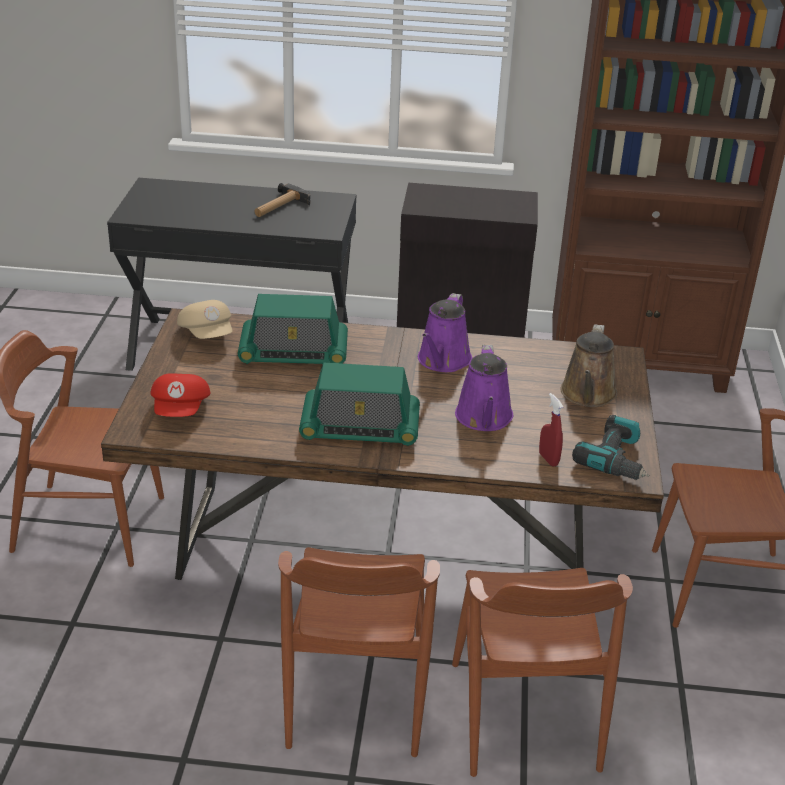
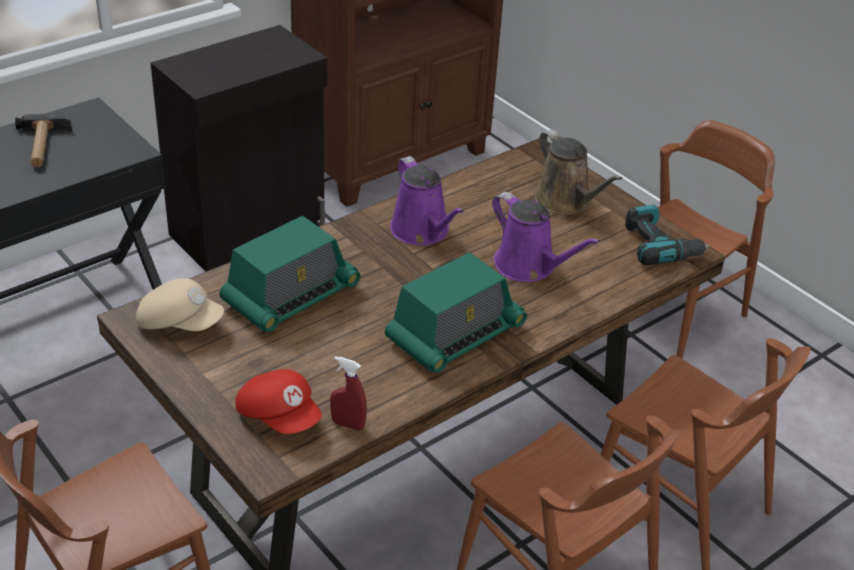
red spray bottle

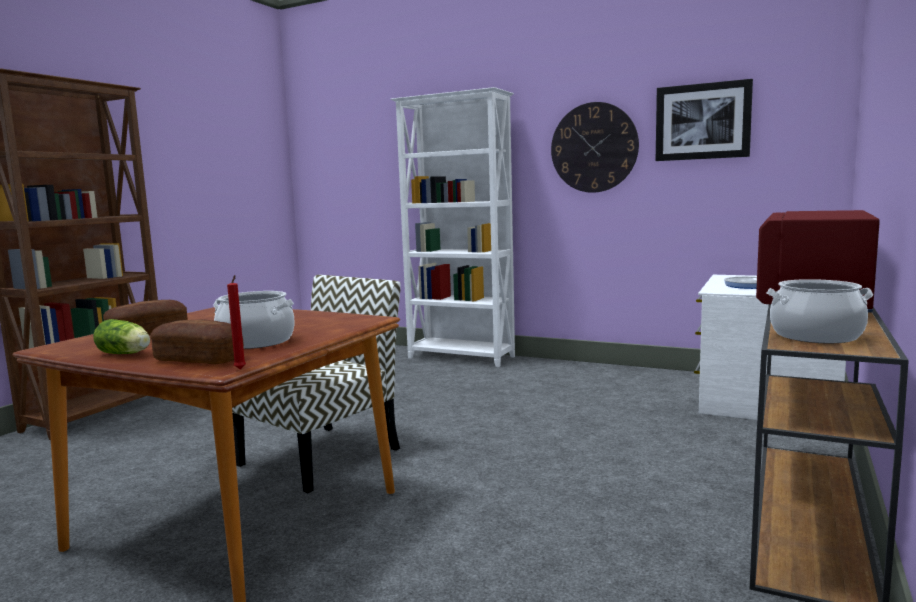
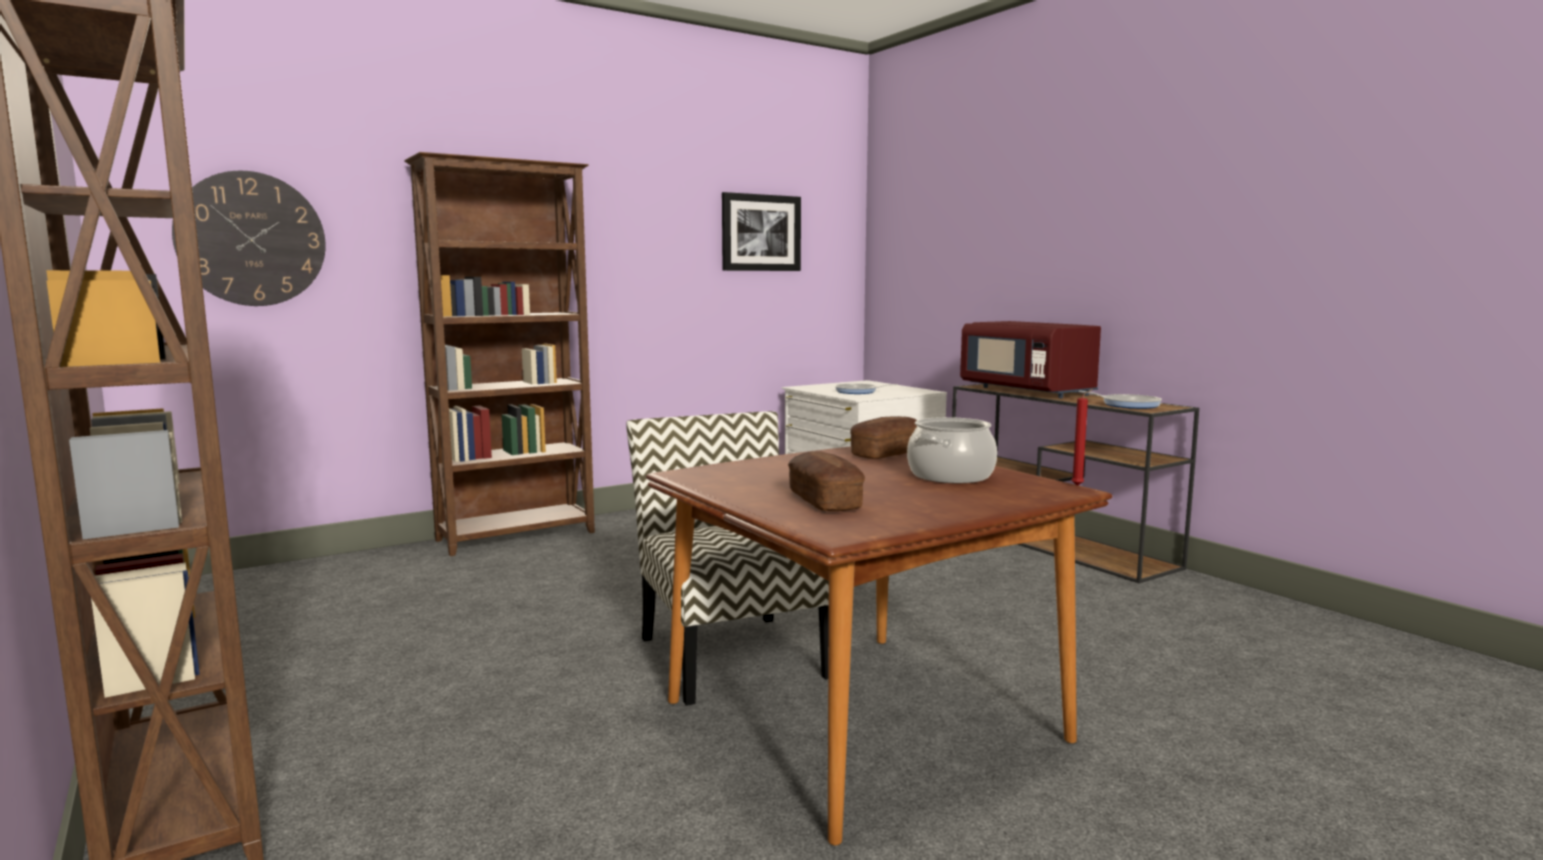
brown bookcase (2nd from left)
wall clock
frying pan (2nd from left)
lettuce
bread (2nd from left)

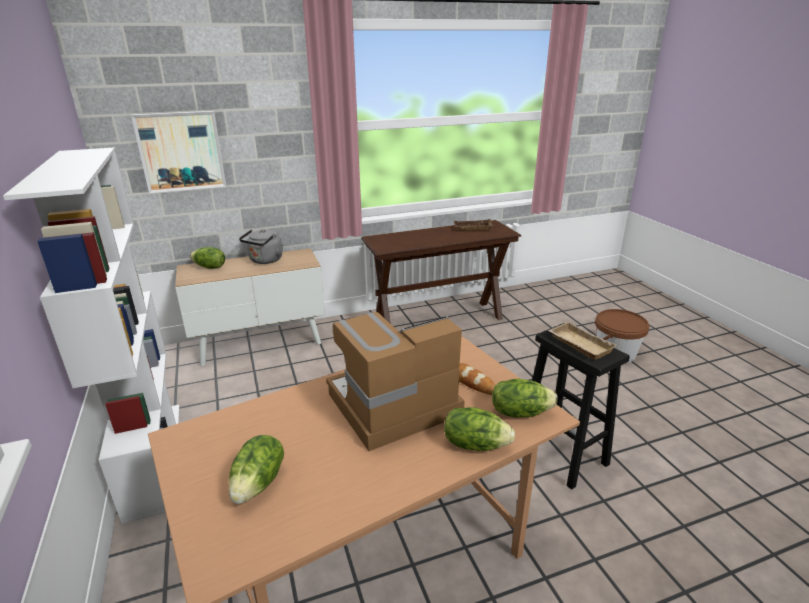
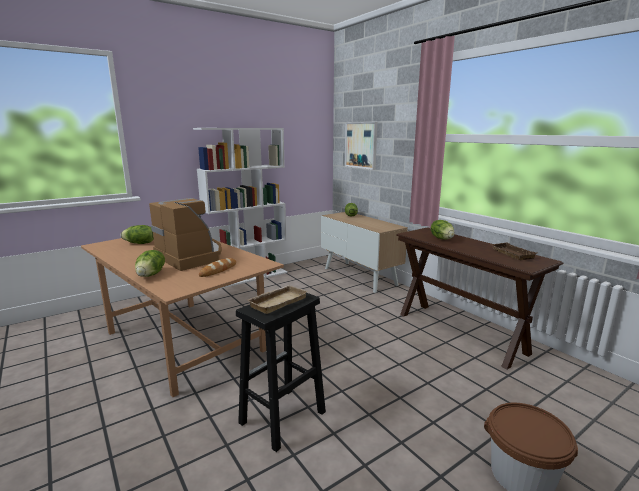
grey kettle
lettuce (4th from left)

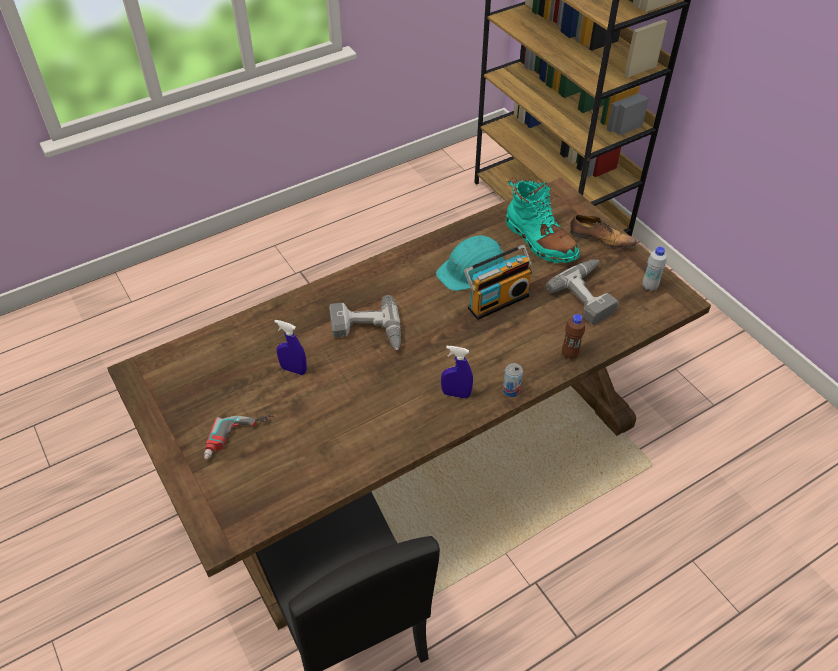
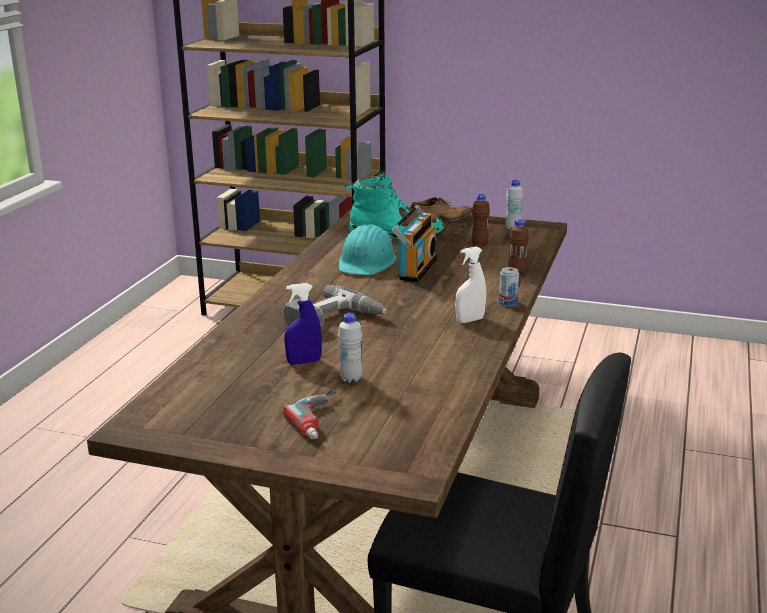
brown bottle (1st from left)
white spray bottle
white bottle (1st from left)

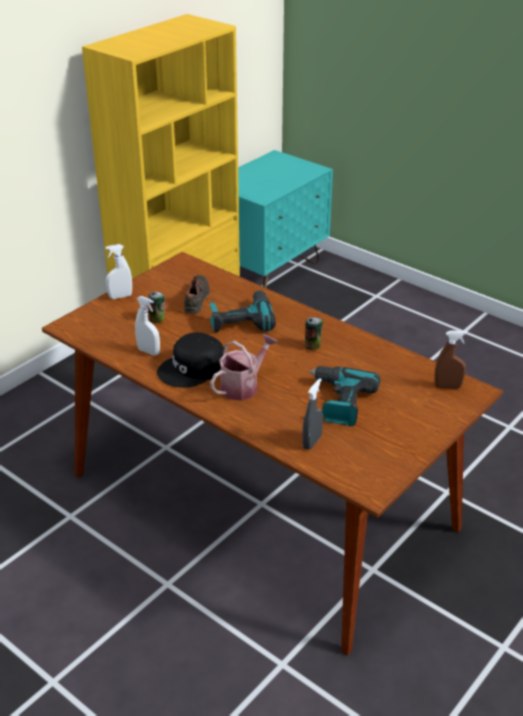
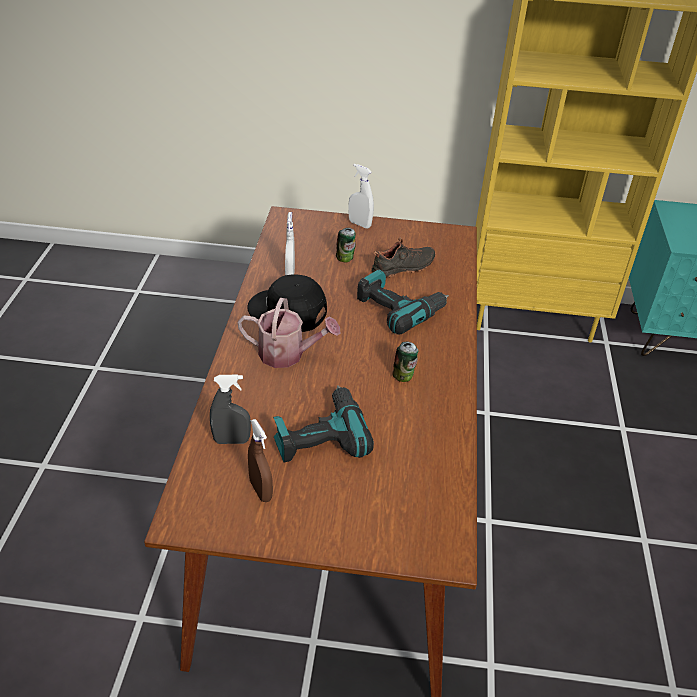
brown spray bottle

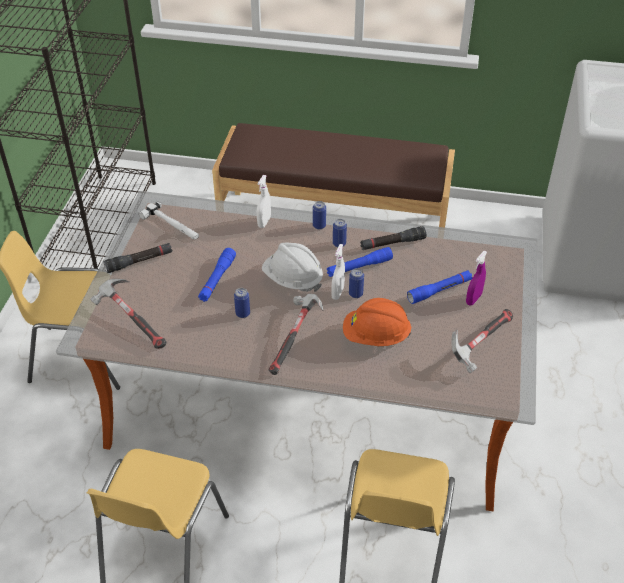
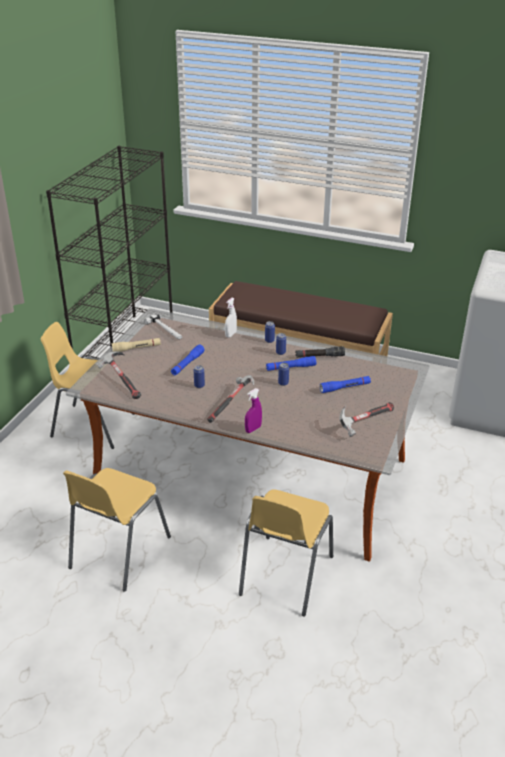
beige flashlight
white hard hat
white spray bottle (2nd from left in the first image)
purple spray bottle
orange hard hat

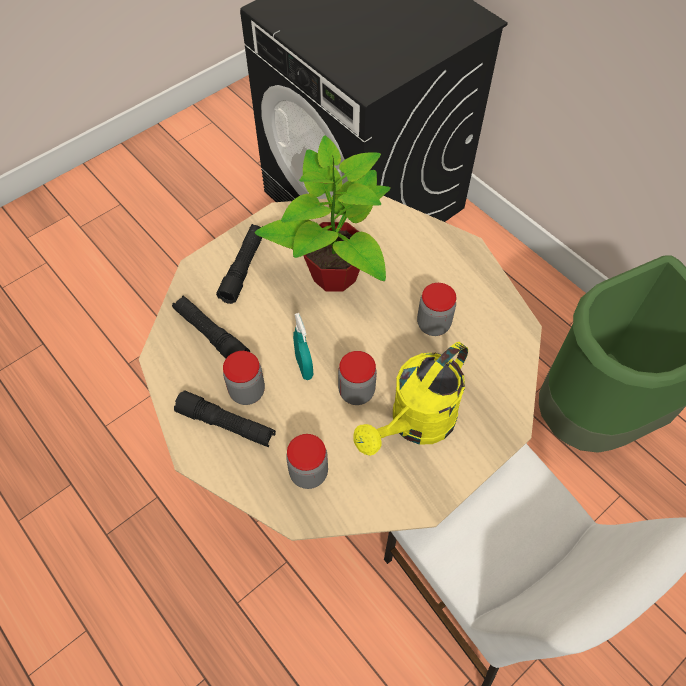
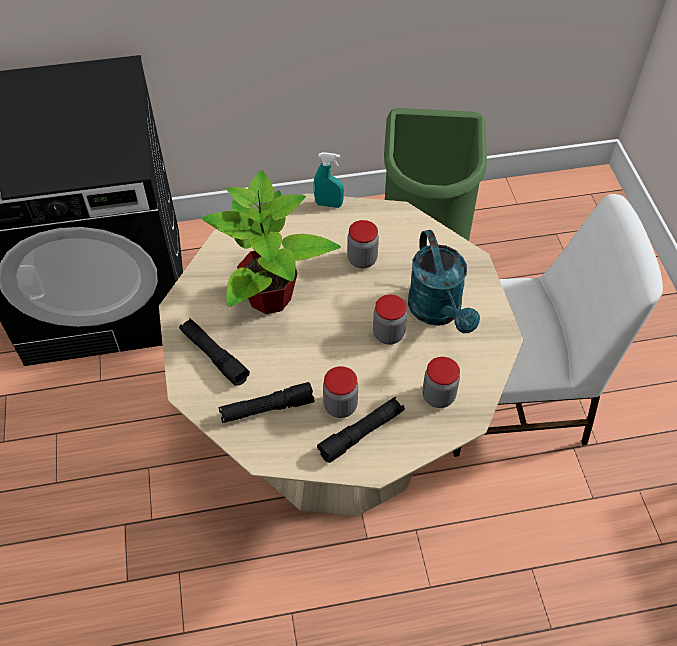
turquoise spray bottle
turquoise watering can

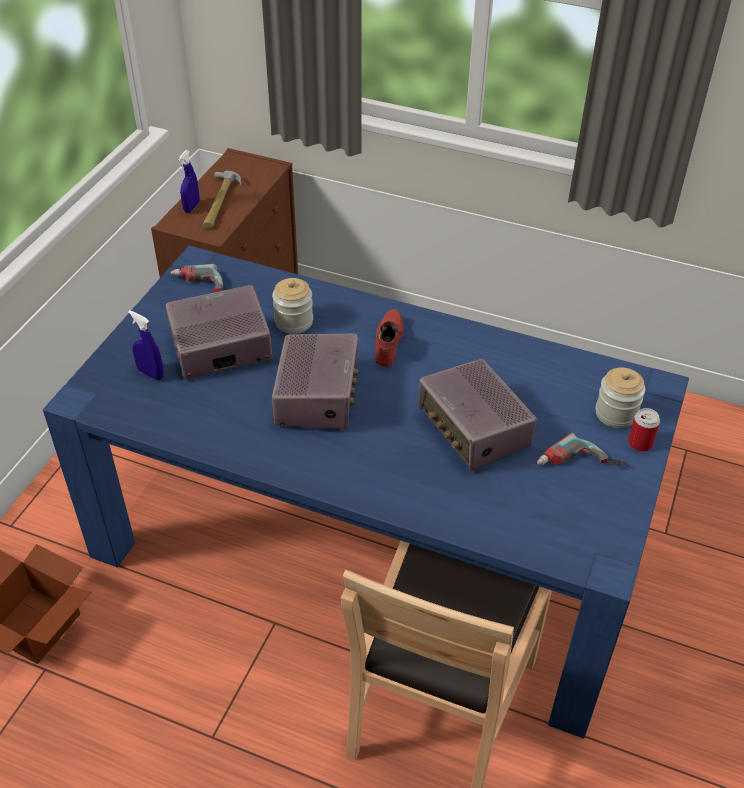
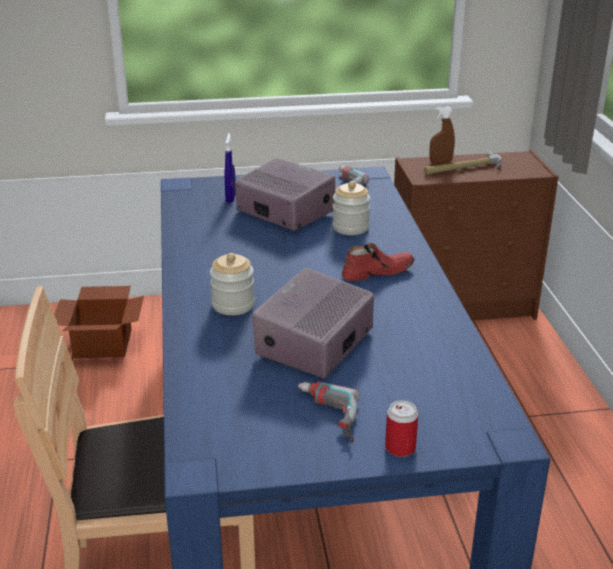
brown spray bottle
radio (2nd from left in the first image)
jar (1st from left)

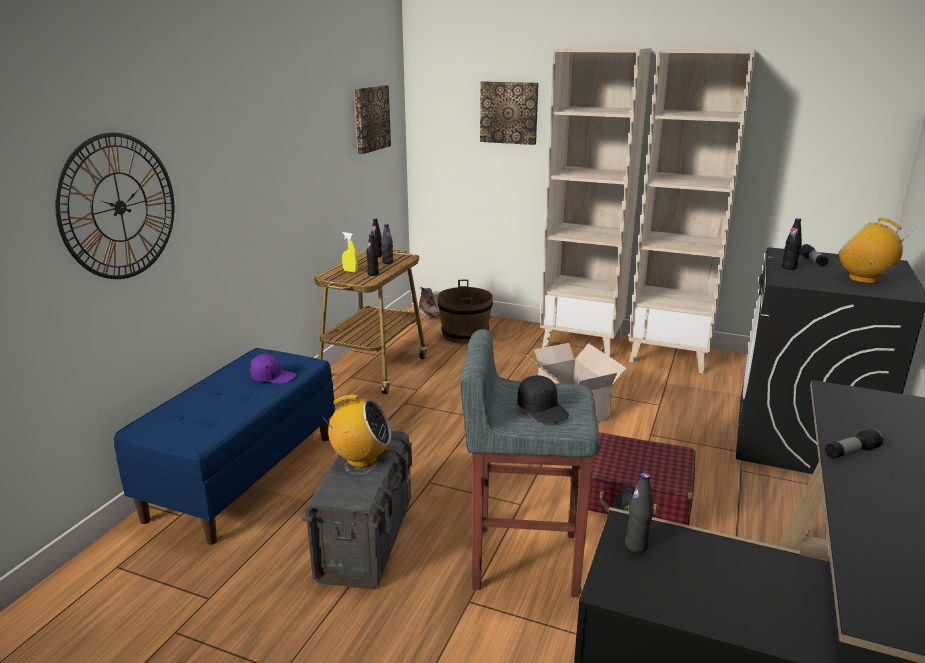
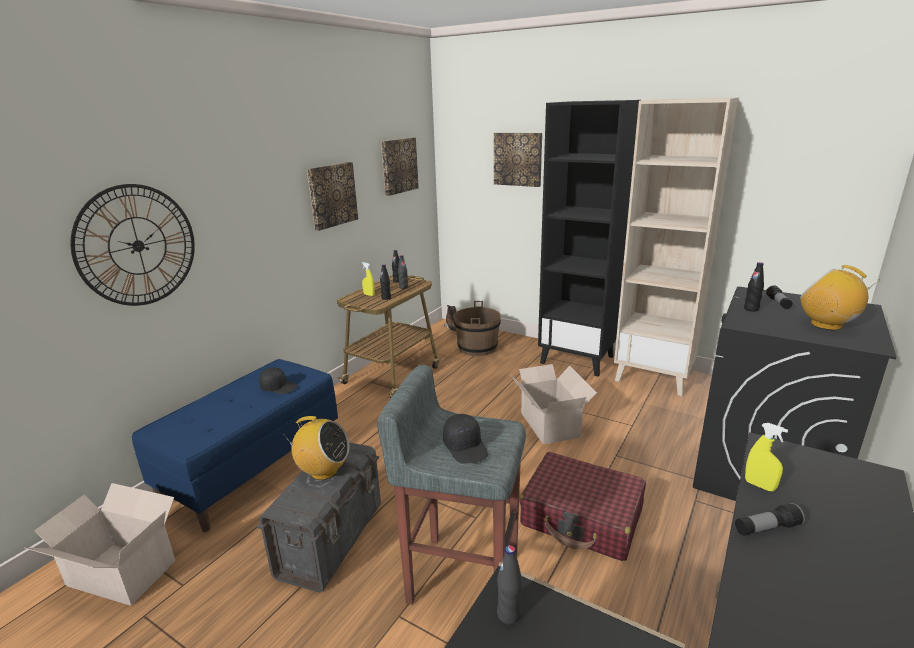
black bookcase
black cap (1st from left)
picture (1st from left)
yellow spray bottle (2nd from left)
cardboard box (1st from left)

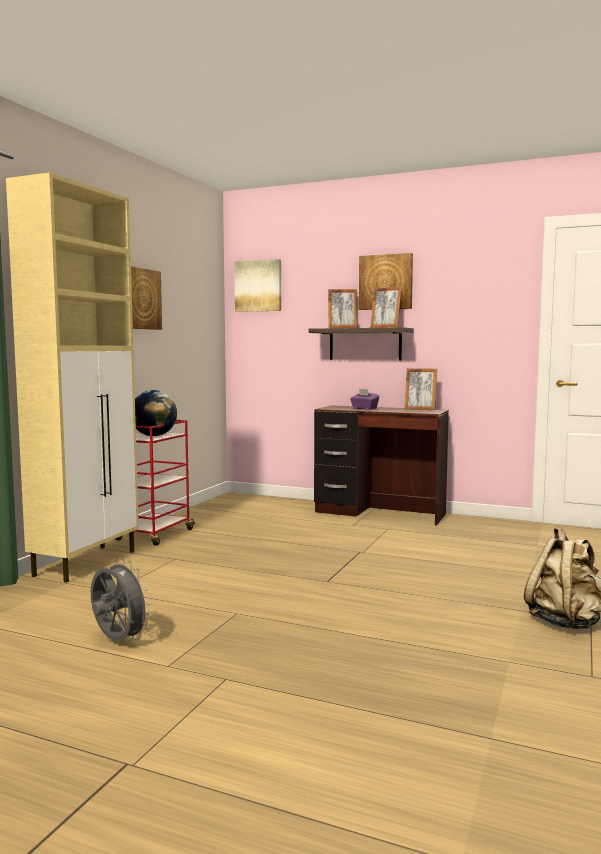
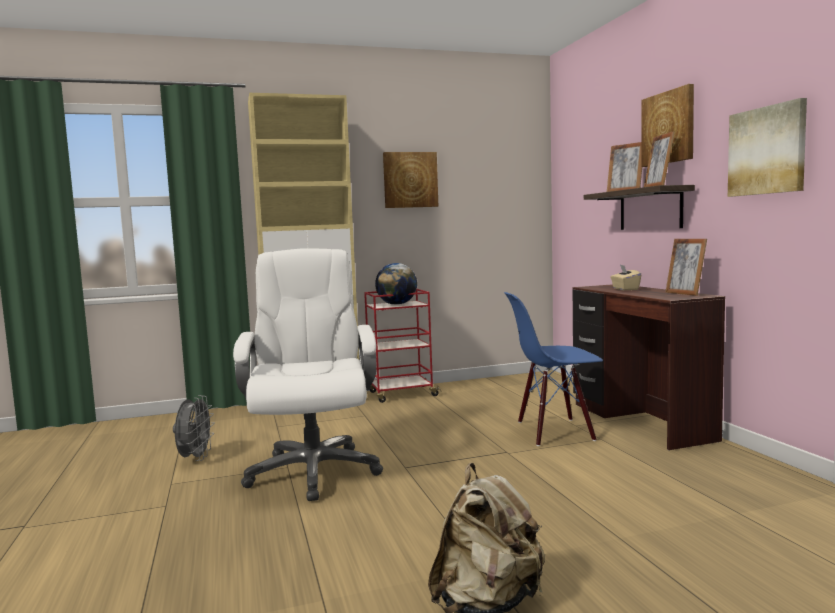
picture (3rd from left)
beige tissue box
white office chair
blue chair

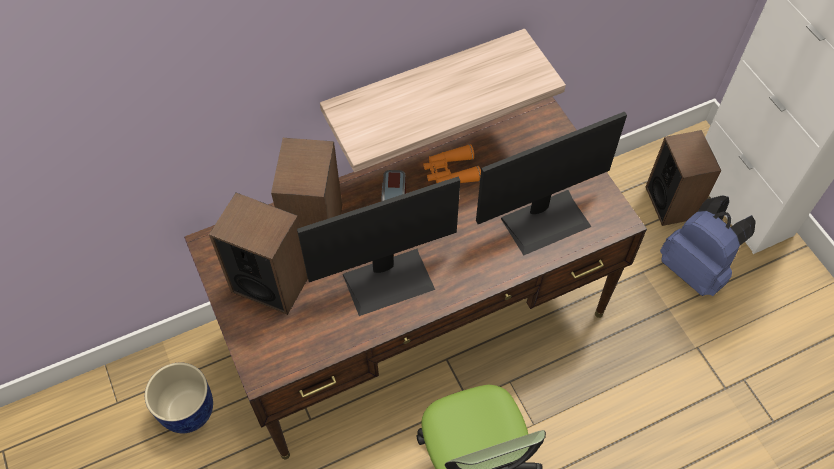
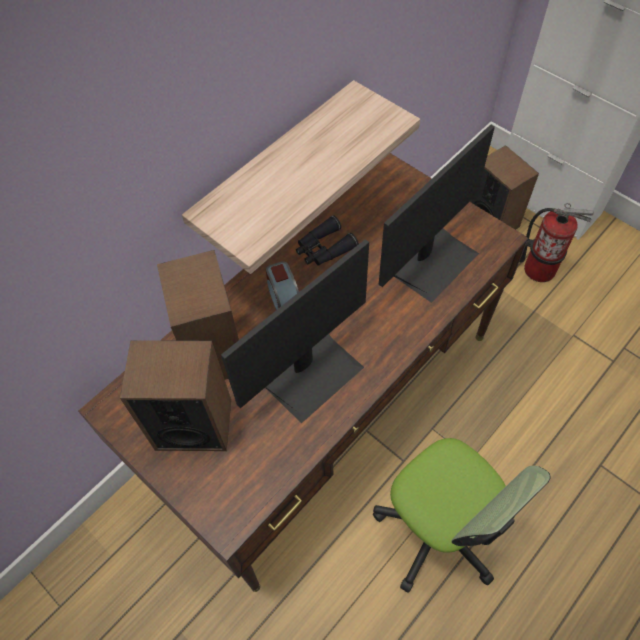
black binoculars
fire extinguisher
blue planter

